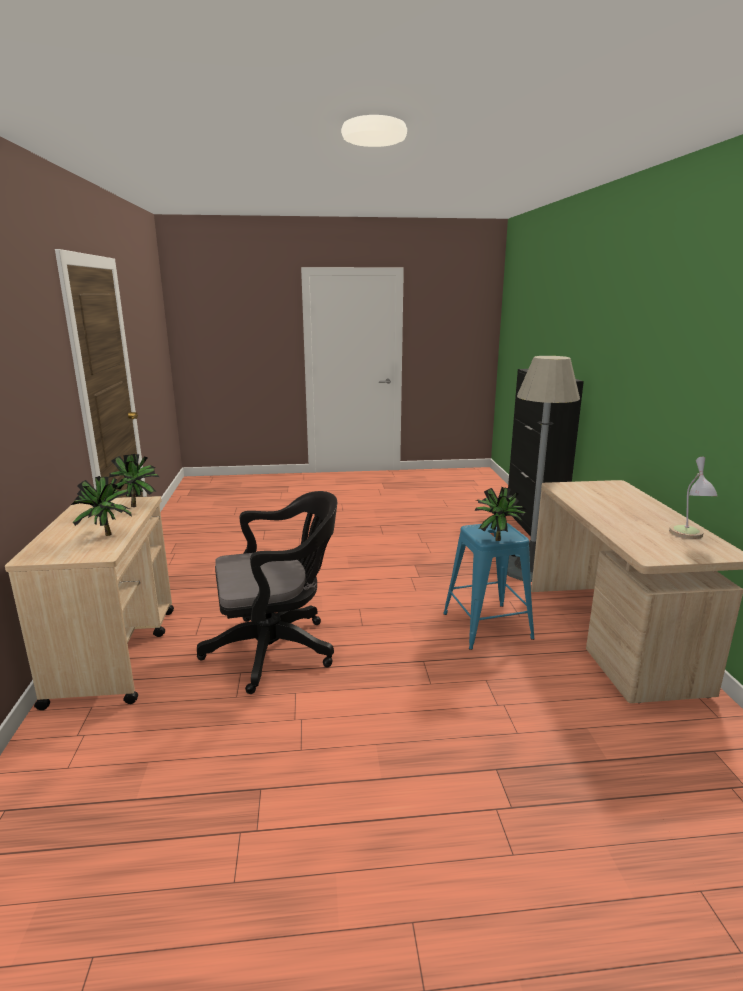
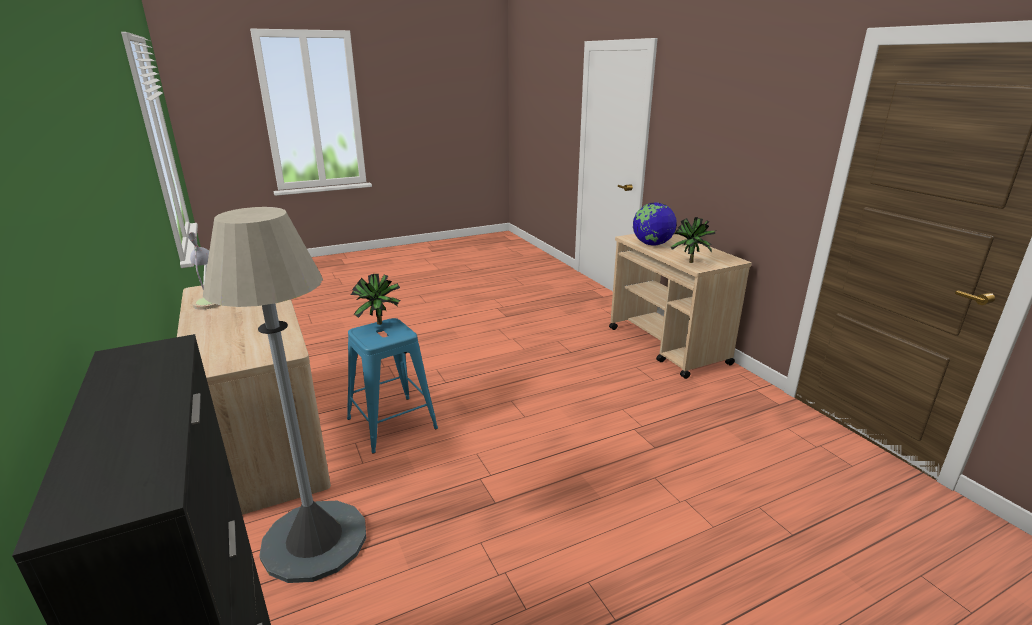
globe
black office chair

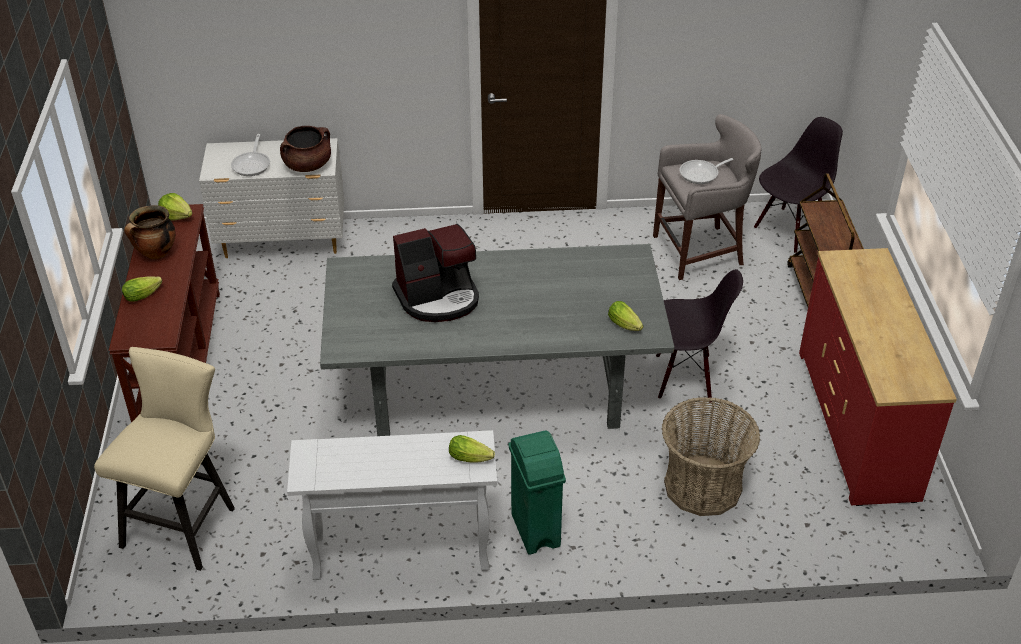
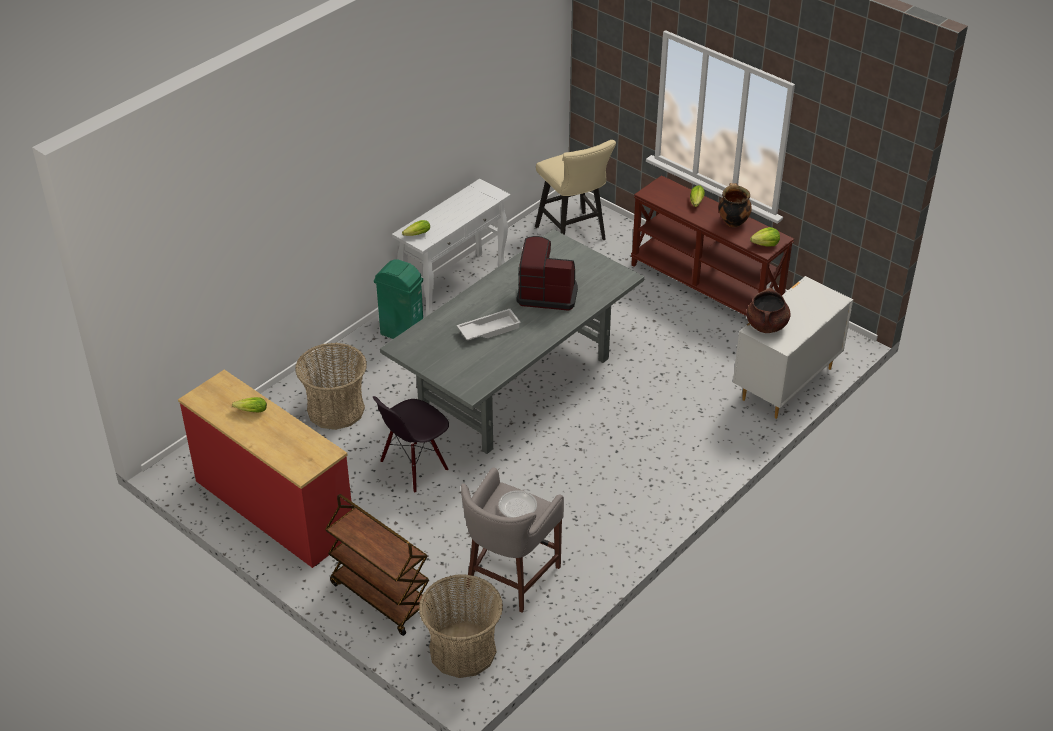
basket (2nd from left)
frying pan (1st from left in the first image)
coffee machine
lettuce (1st from left)
white tray

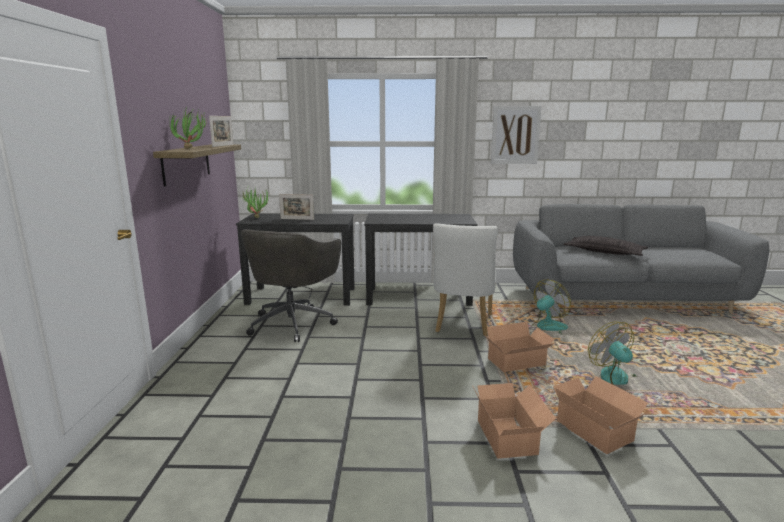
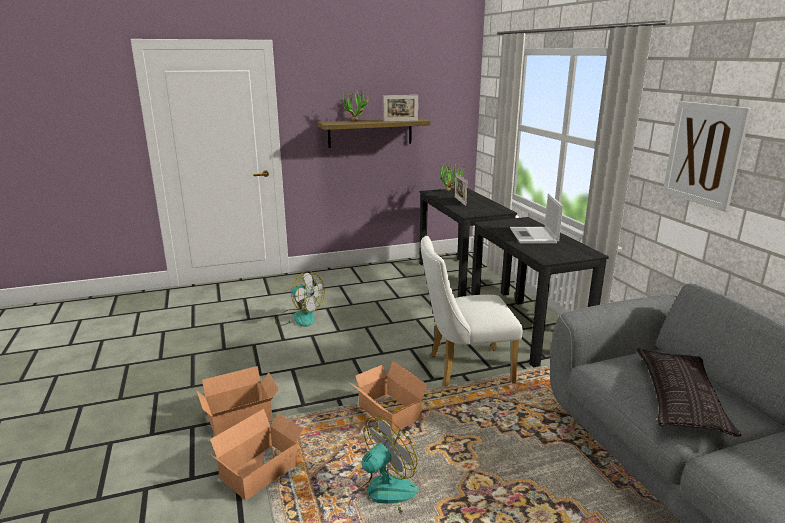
grey office chair
fan (1st from left)
laptop

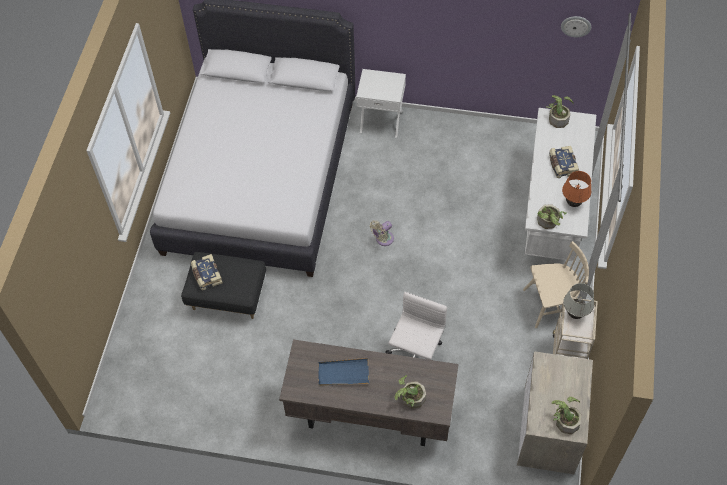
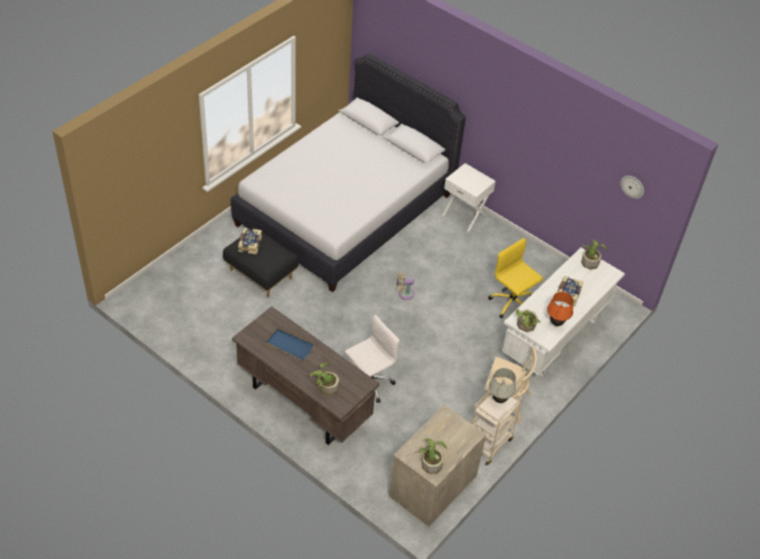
yellow office chair

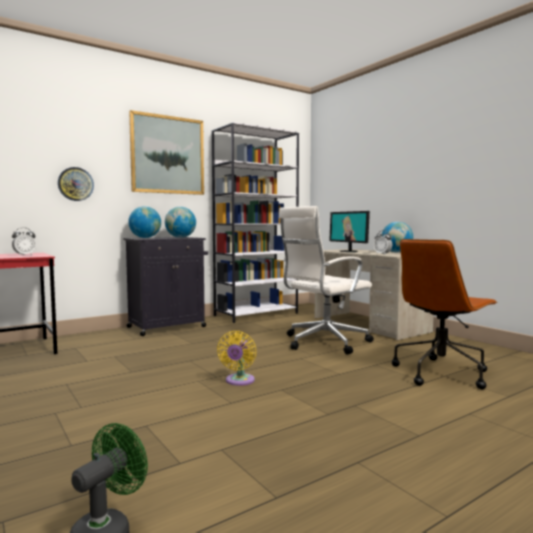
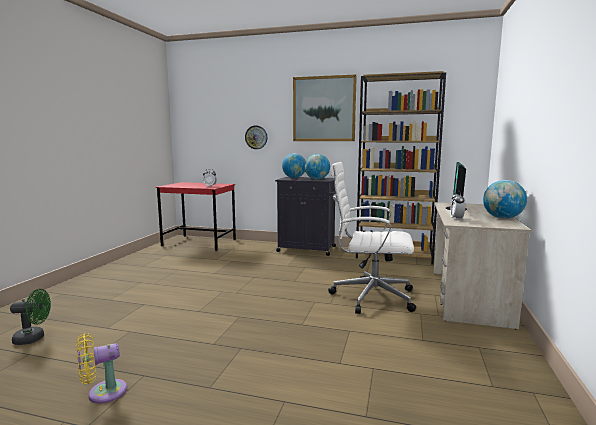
brown bookcase
brown office chair
yellow fan

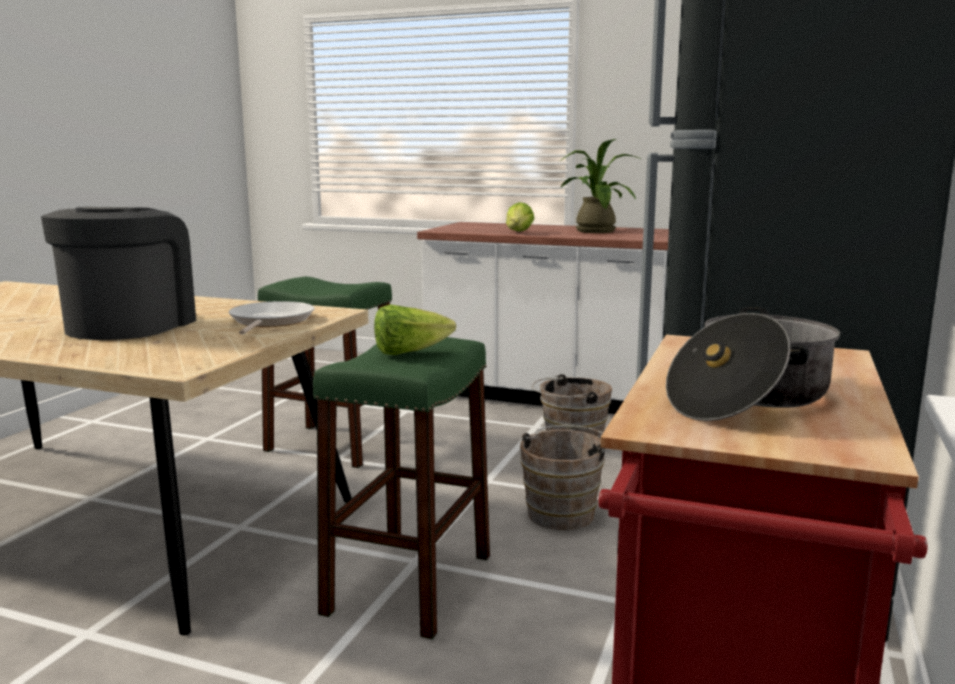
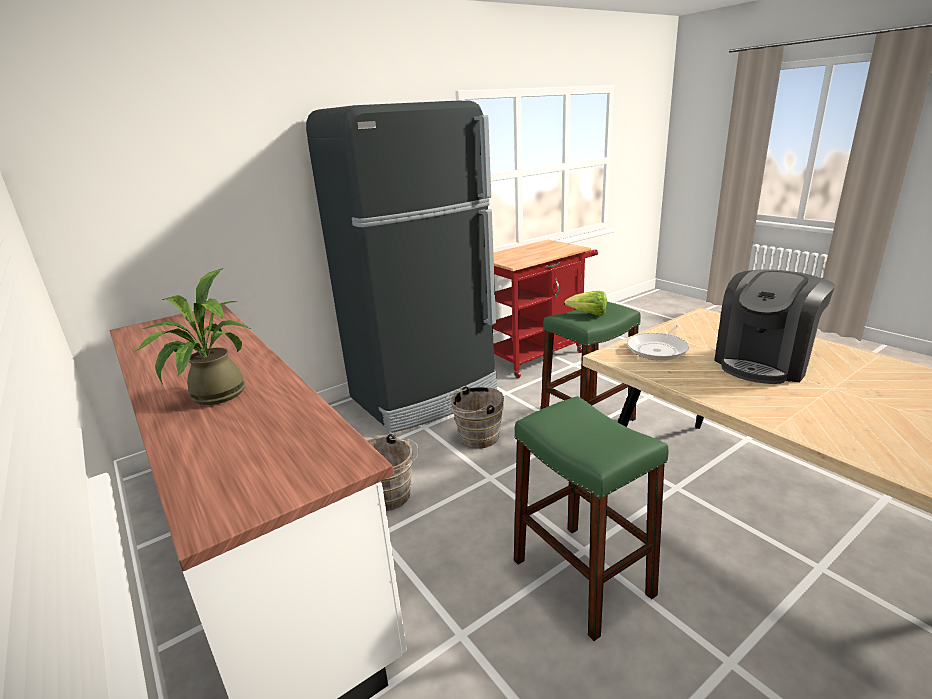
lettuce (2nd from left in the first image)
cooking pot

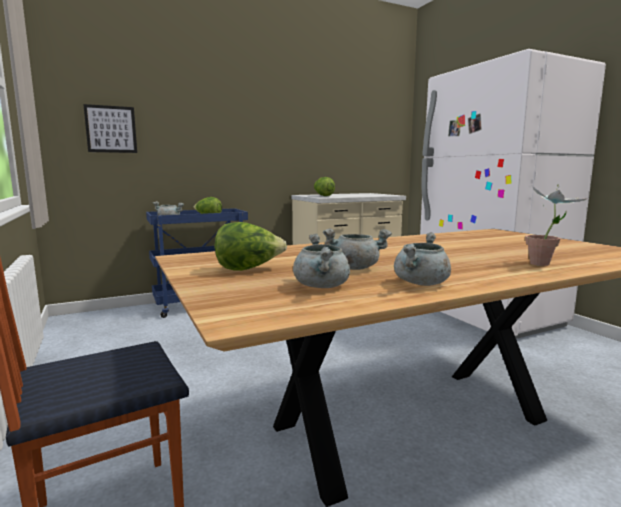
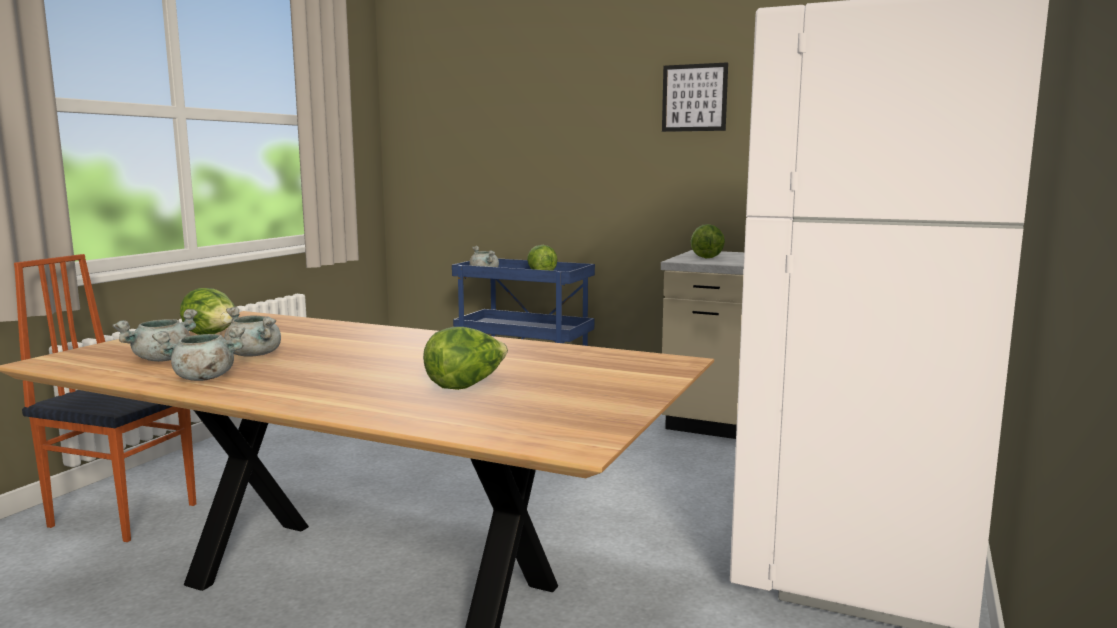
picture
potted plant
lettuce (2nd from left)

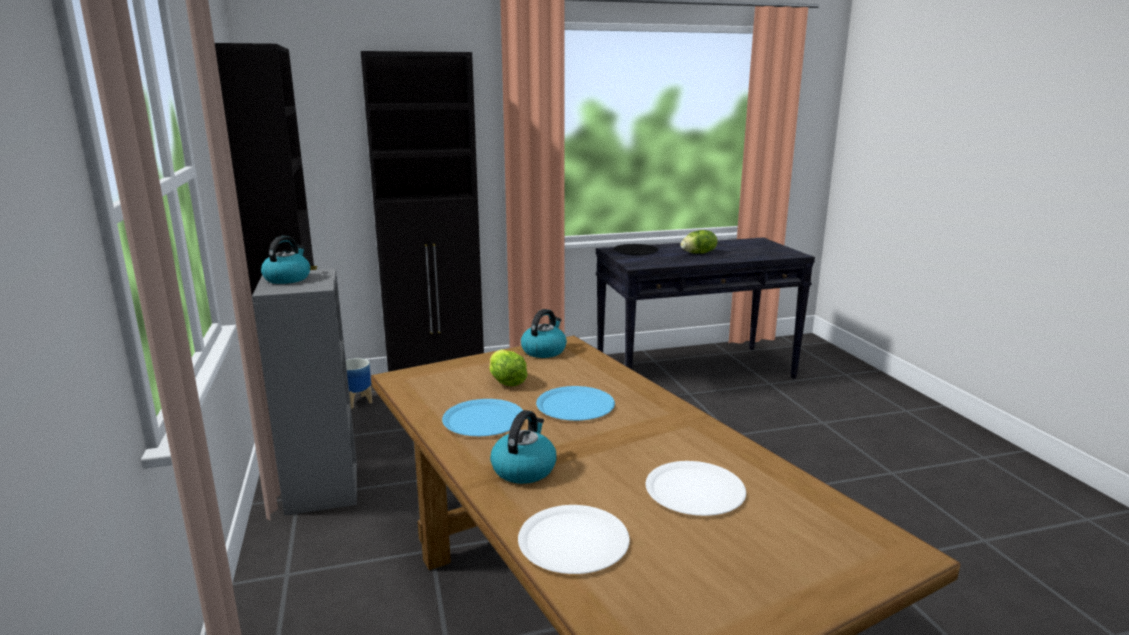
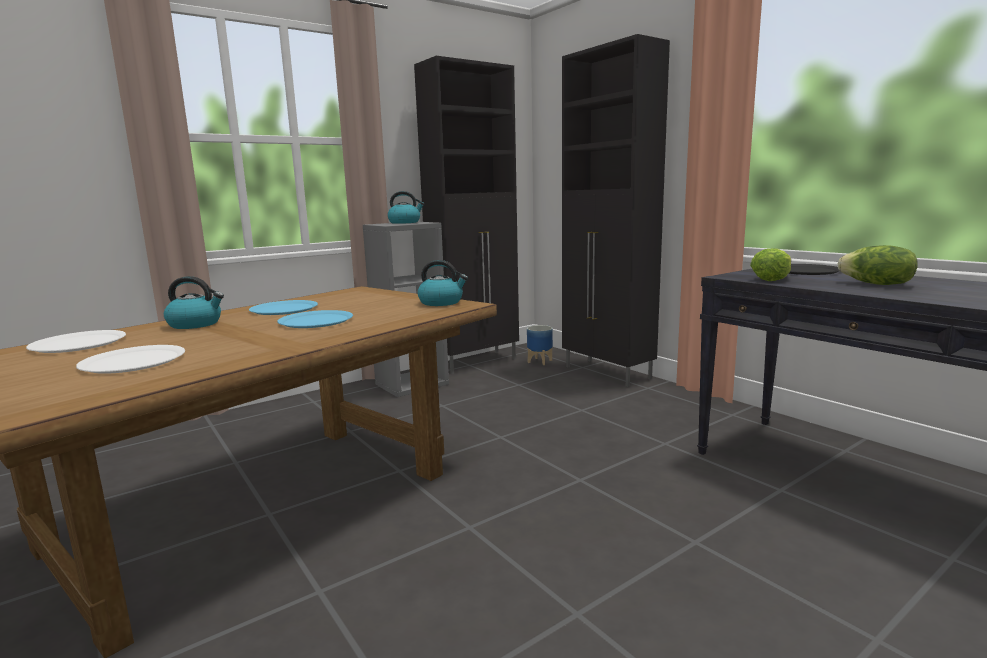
lettuce (1st from left)

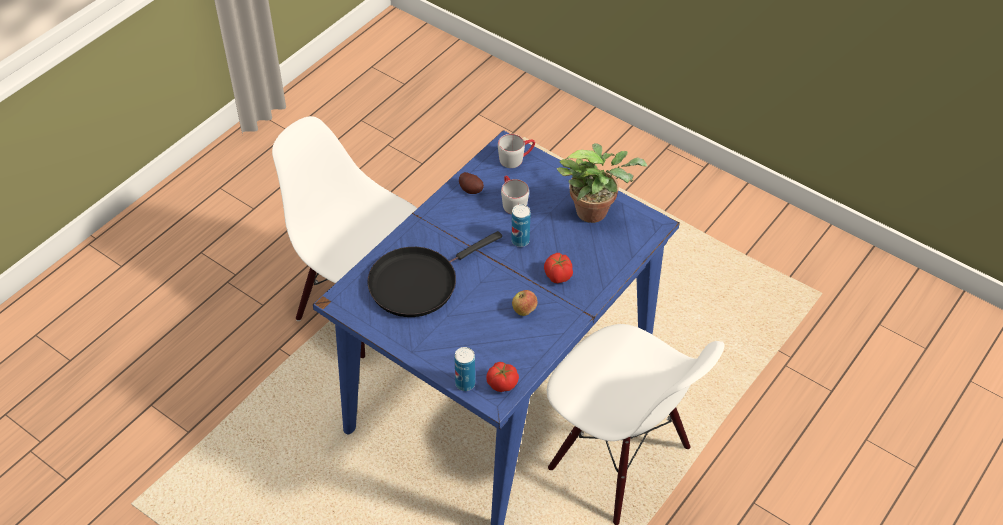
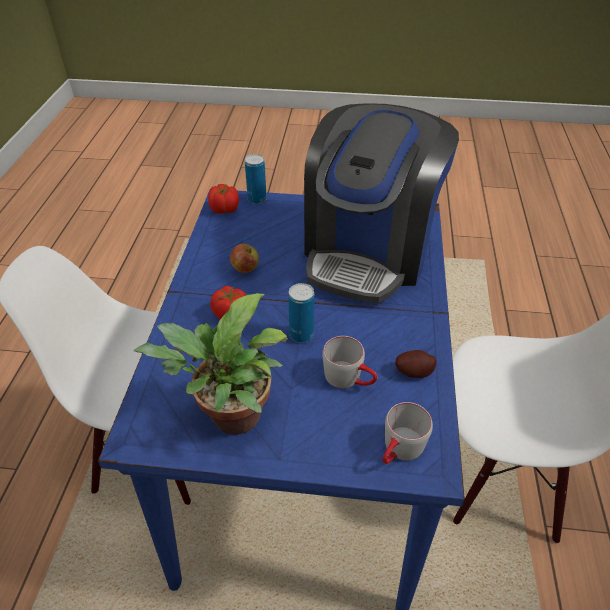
coffee machine

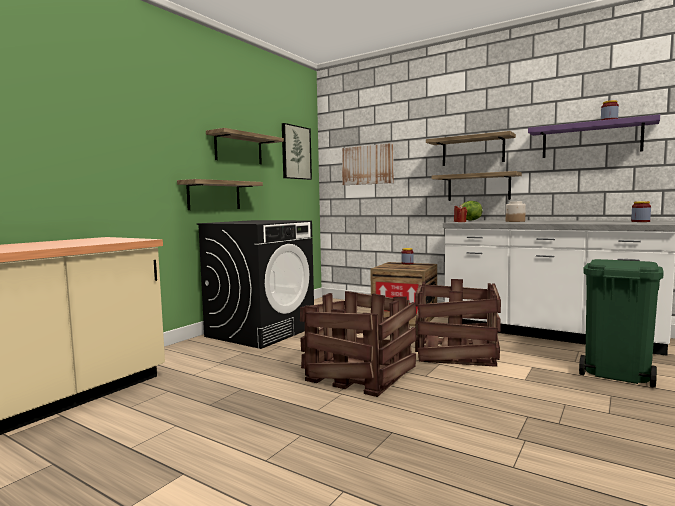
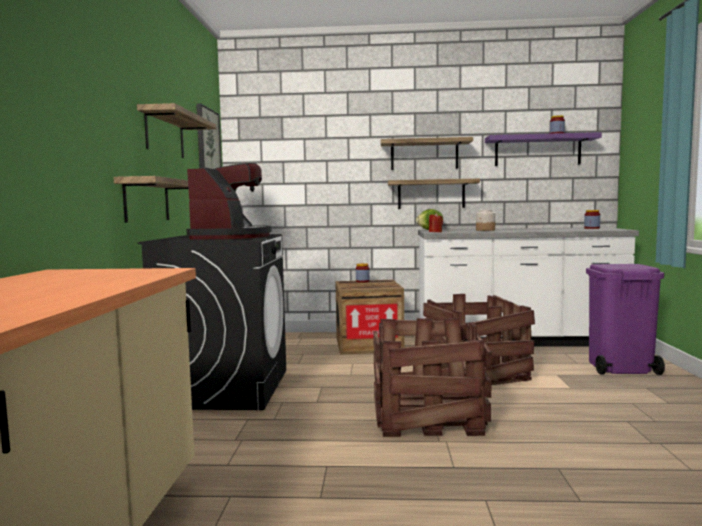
picture (2nd from left in the first image)
purple trash can
coffee machine

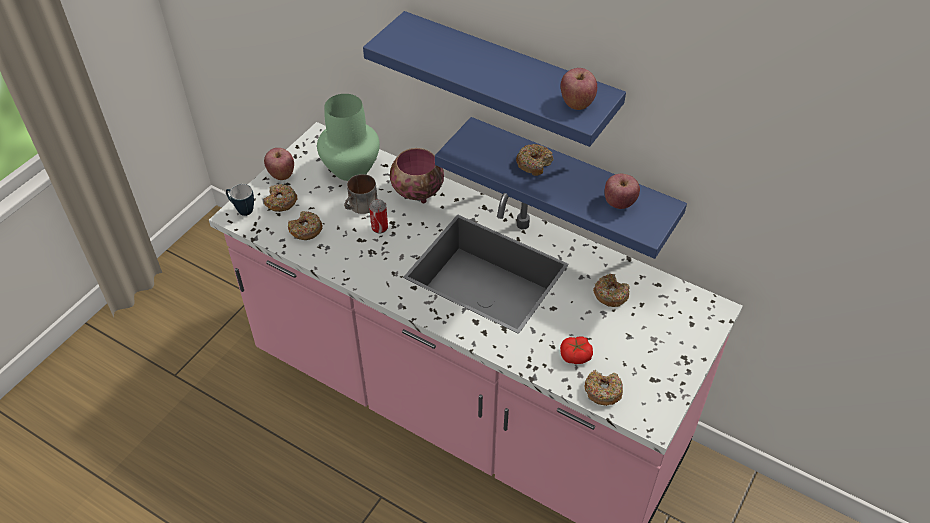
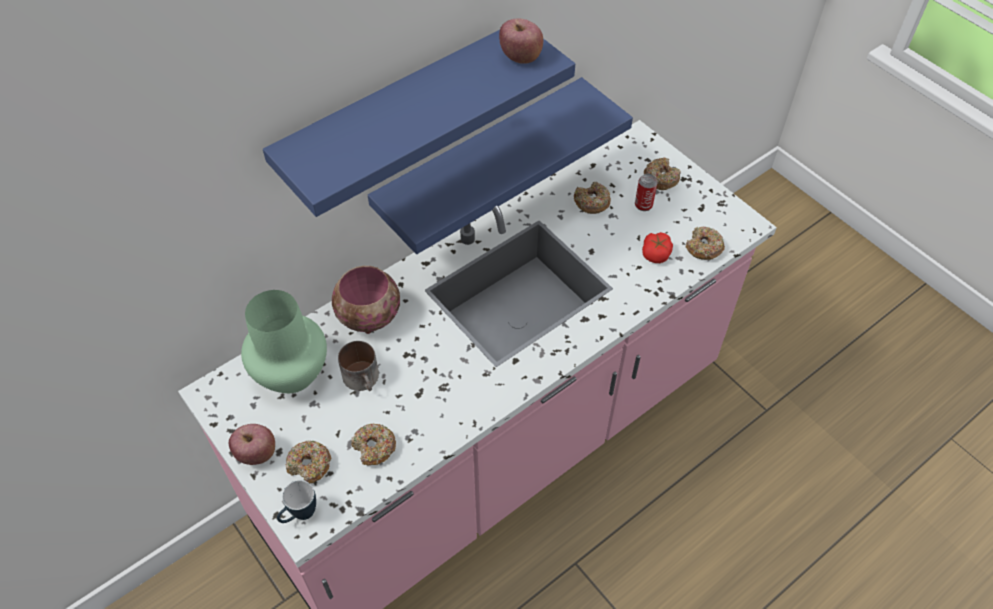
donut (4th from left)
apple (3rd from left in the first image)
can

